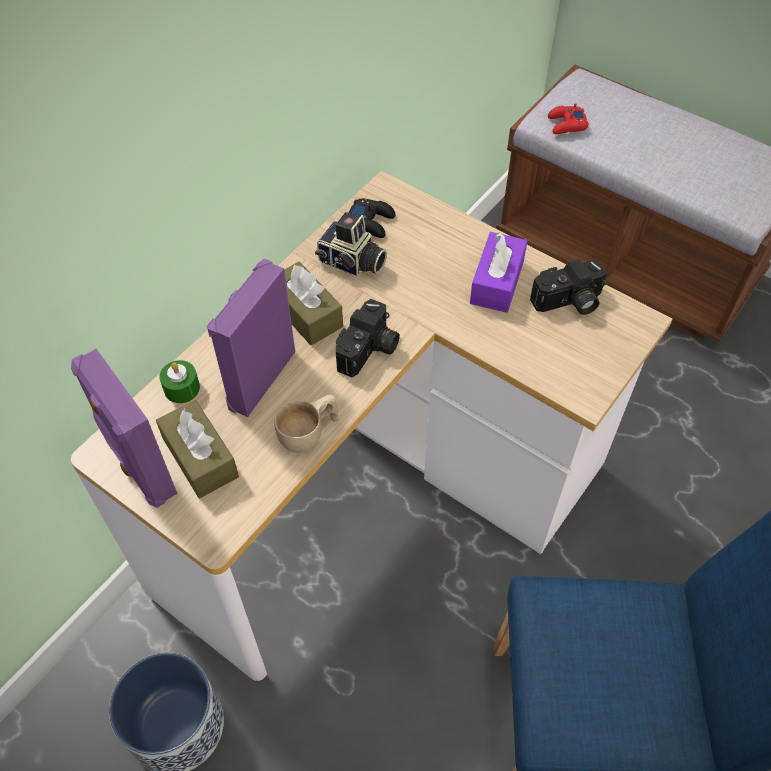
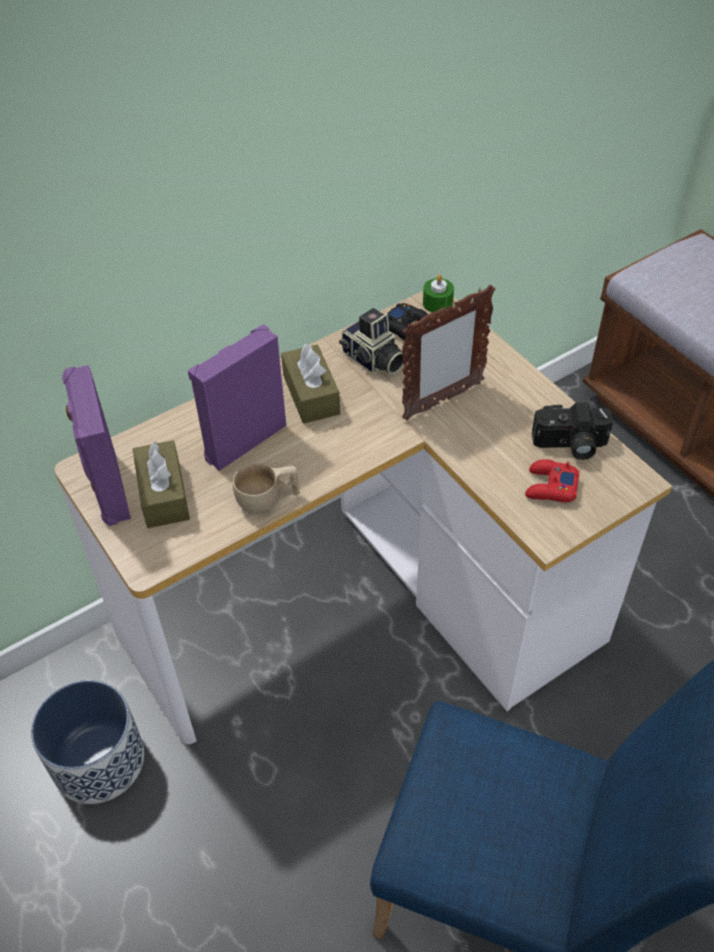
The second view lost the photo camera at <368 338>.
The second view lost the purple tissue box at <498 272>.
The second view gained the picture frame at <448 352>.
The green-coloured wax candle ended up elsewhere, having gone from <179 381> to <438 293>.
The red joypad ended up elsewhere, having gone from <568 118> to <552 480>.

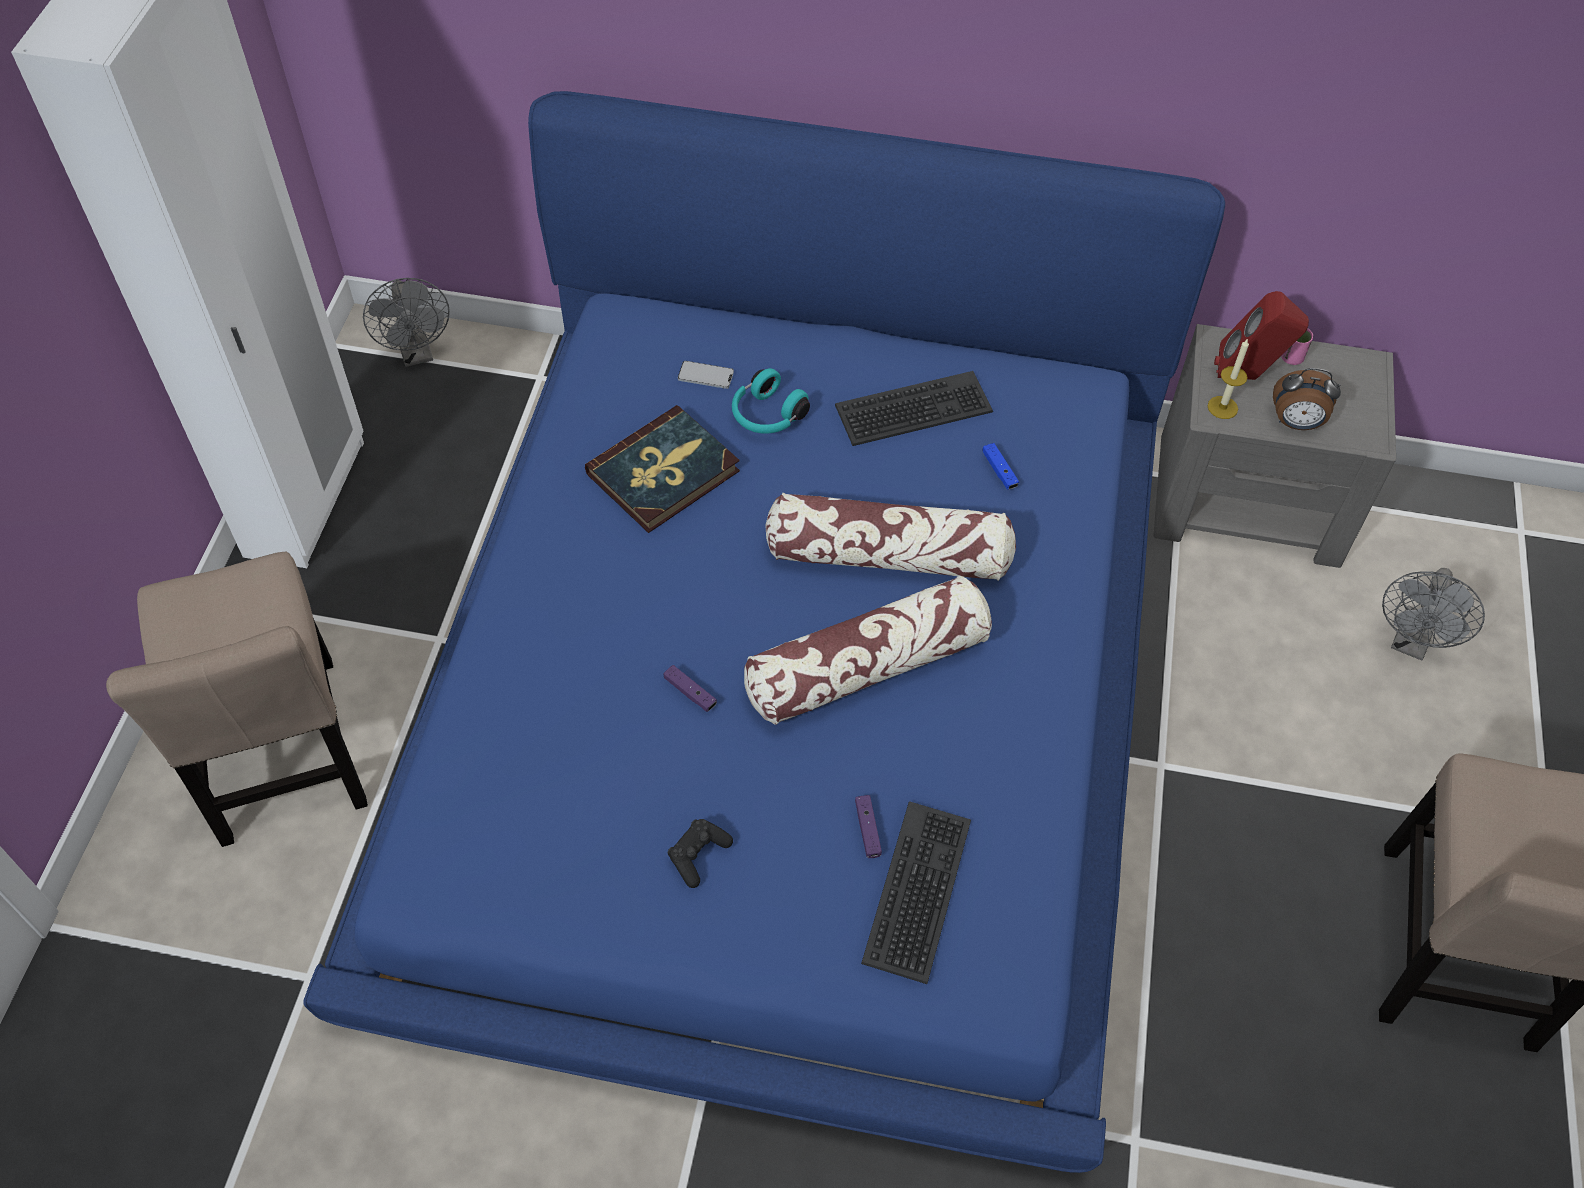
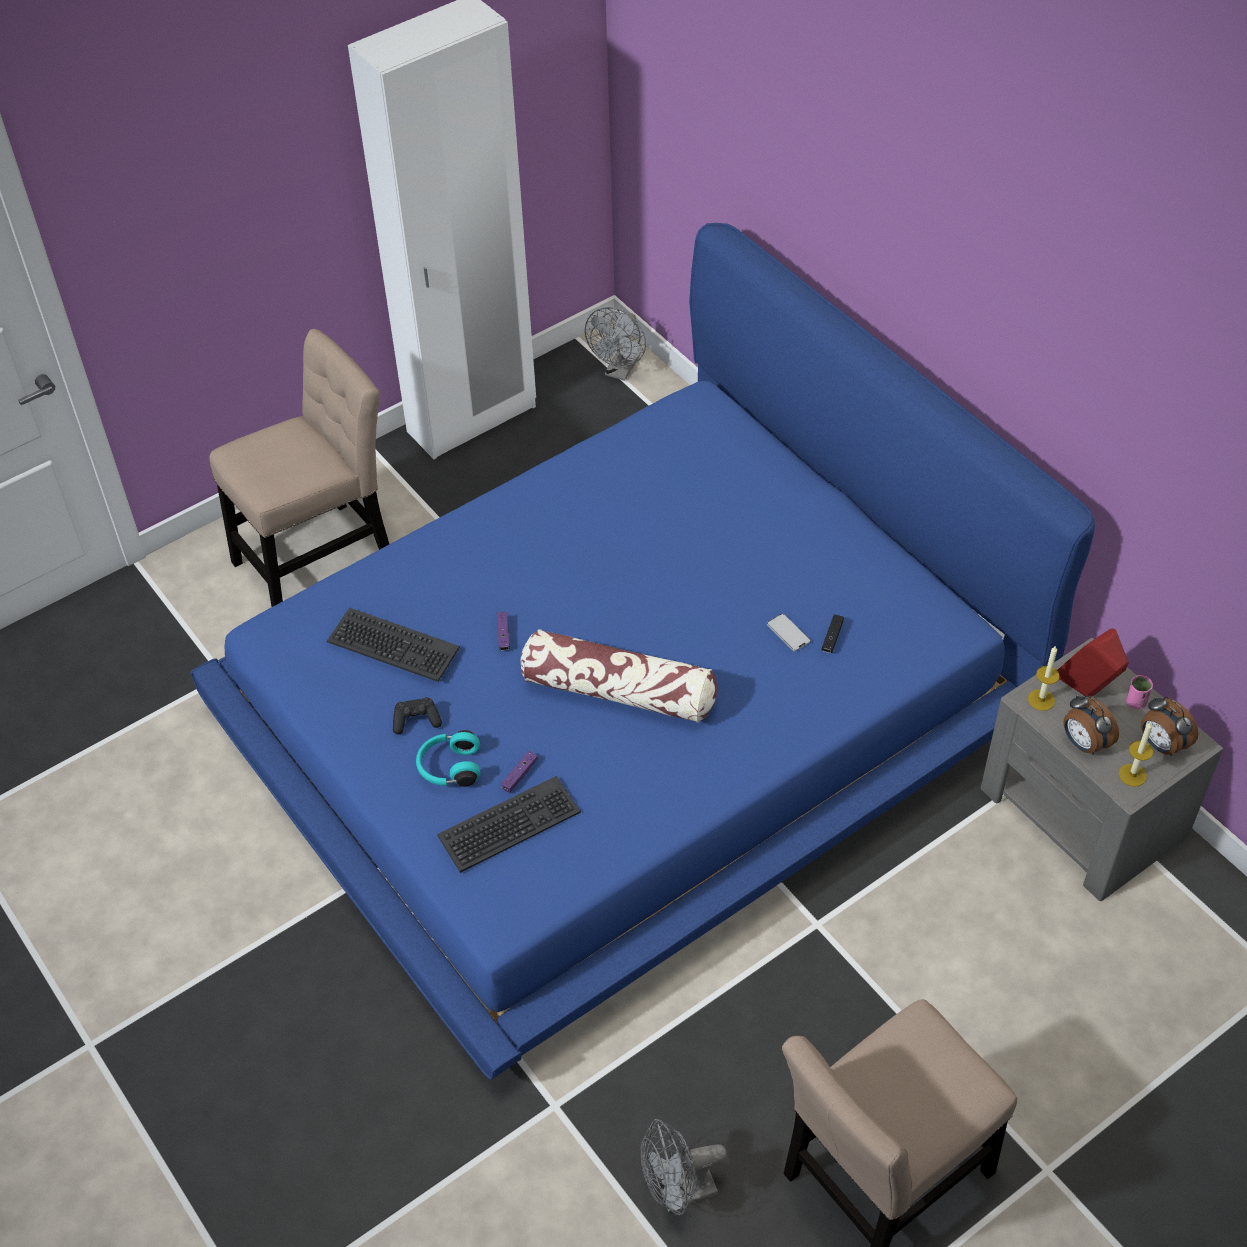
The second view lost the bound book at <662 469>.
The second view lost the pillow at <890 537>.
The second view gained the wax candle at <1136 754>.
The second view gained the bedside clock at <1169 726>.
The phone ended up elsewhere, having gone from <706 375> to <788 633>.
The turquoise-coloured pair of headphones ended up elsewhere, having gone from <771 401> to <448 758>.
The PC keyboard ended up elsewhere, having gone from <914 408> to <393 645>.
The gray fan ended up elsewhere, having gone from <1433 614> to <684 1167>.
What was the blue joypad at <1000 466> turned into the black-coloured joypad at <833 634>.
The beige plain chair at <237 699> ended up facing another way, 150 degrees counterclockwise from before.

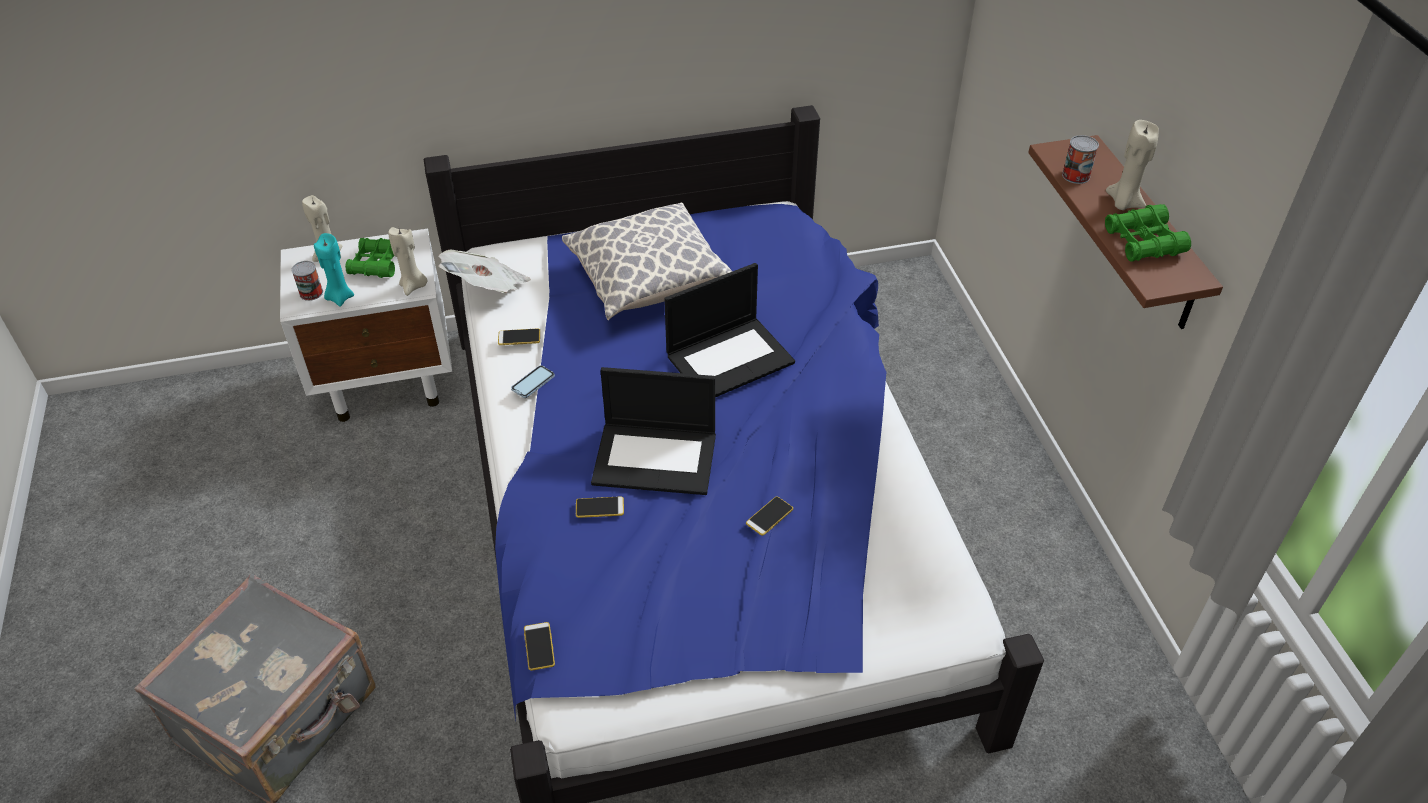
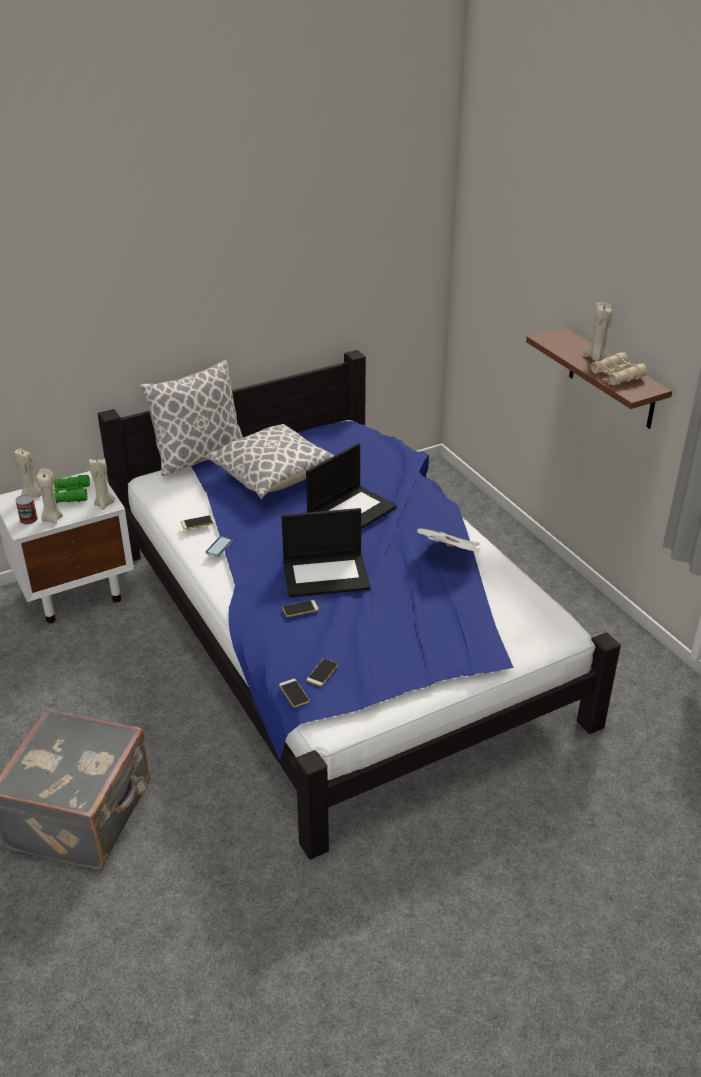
The second view lost the metal can at <1080 159>.
The second view gained the pillow at <191 418>.
The printed paper ended up elsewhere, having gone from <484 271> to <449 540>.
The phone ended up elsewhere, having gone from <769 516> to <322 672>.
What was the turquoise-coloured wax candle at <334 270> turned into the beige wax candle at <49 496>.
What was the green-coloured pair of binoculars at <1148 233> turned into the beige pair of binoculars at <619 368>.

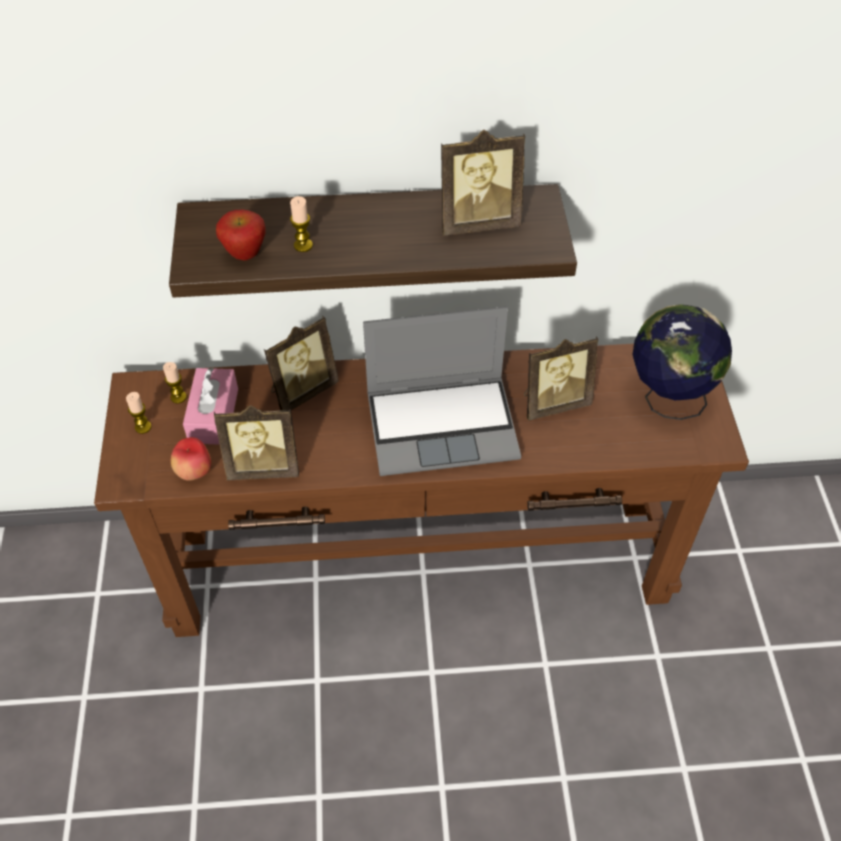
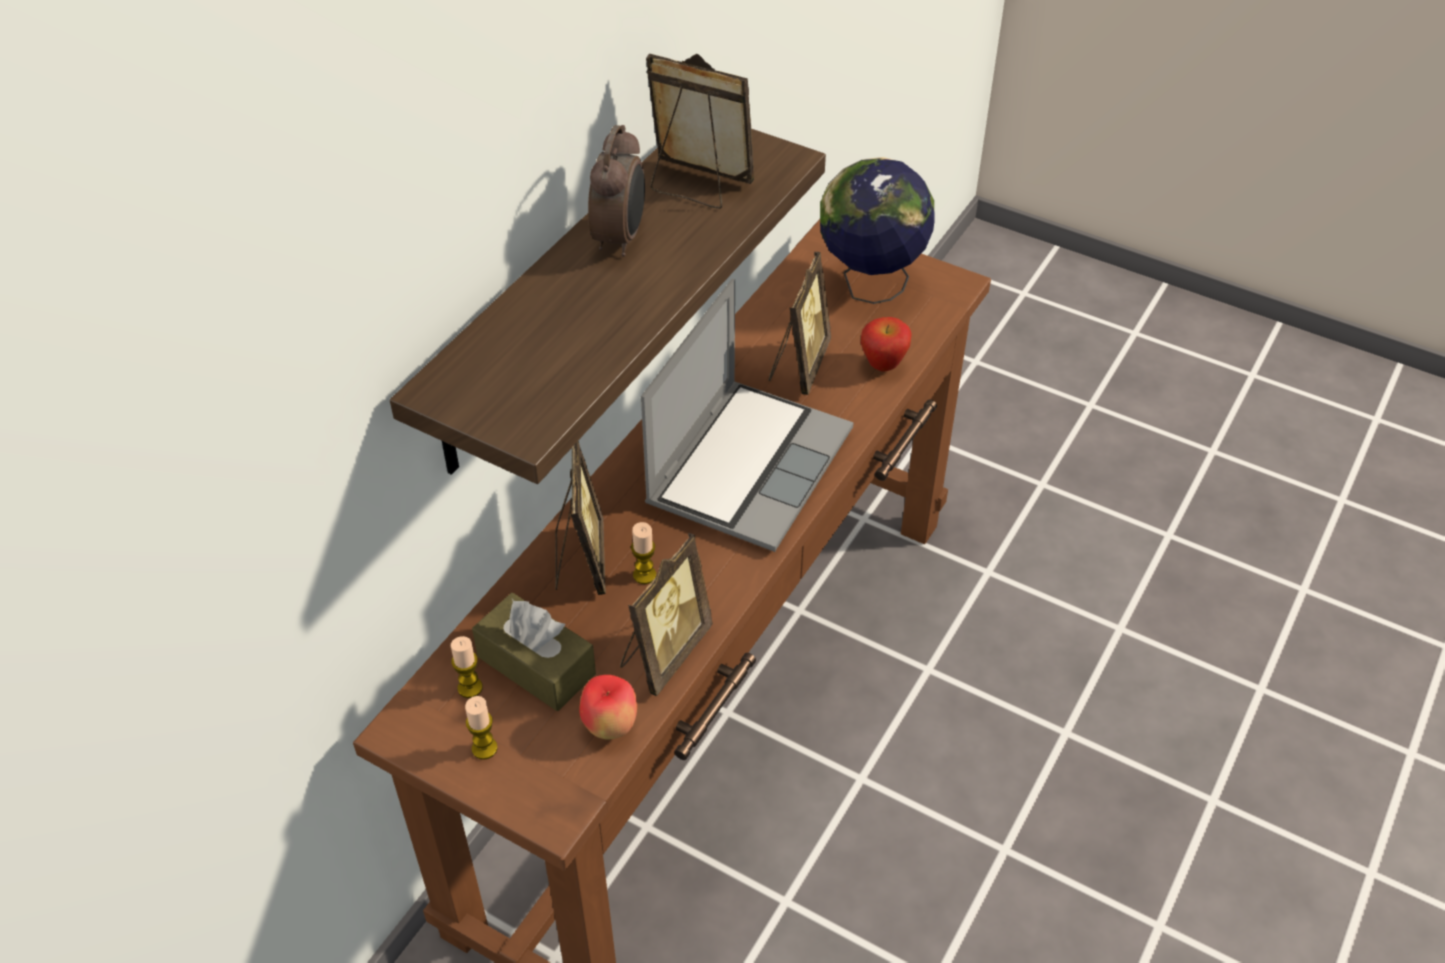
The second view gained the bedside clock at <616 191>.
The apple ended up elsewhere, having gone from <241 234> to <886 344>.
The wax candle ended up elsewhere, having gone from <301 224> to <643 553>.
What was the pink-coloured tissue box at <210 406> turned into the brown-coloured tissue box at <534 652>.
The picture frame at <483 183> ended up facing another way, 90 degrees counterclockwise from before.

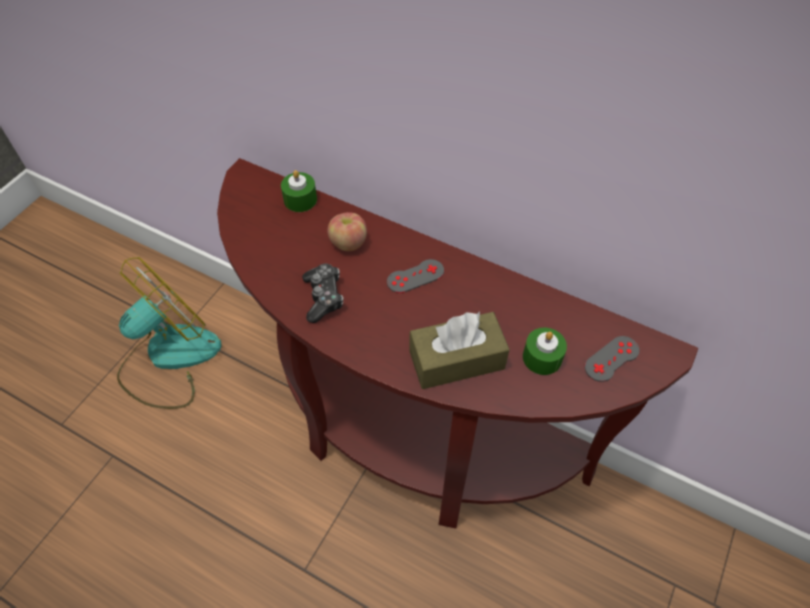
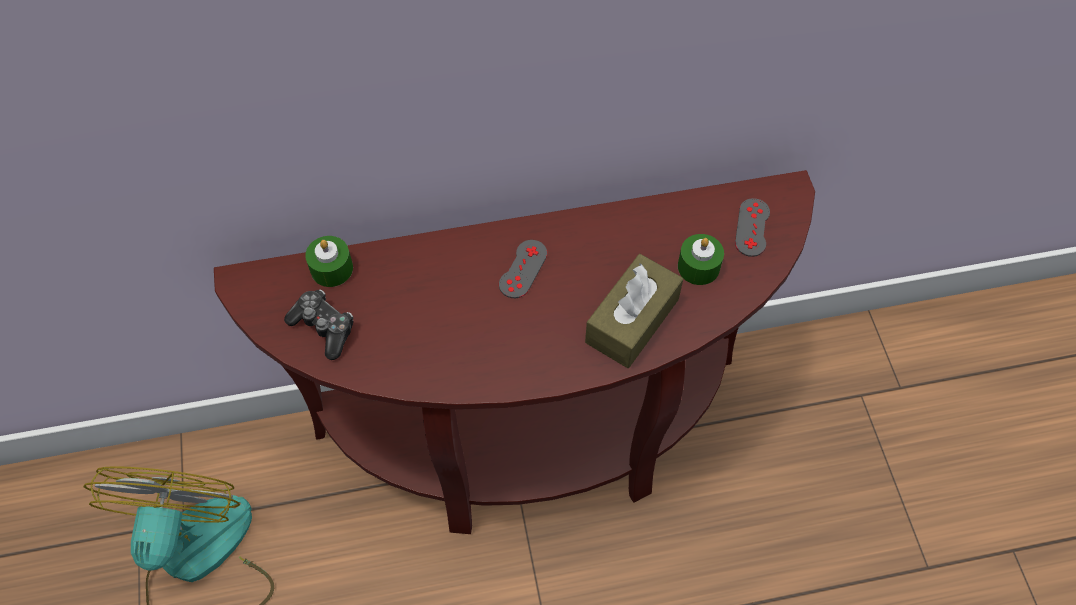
The second view lost the apple at <347 231>.
The joypad ended up elsewhere, having gone from <322 293> to <319 325>.

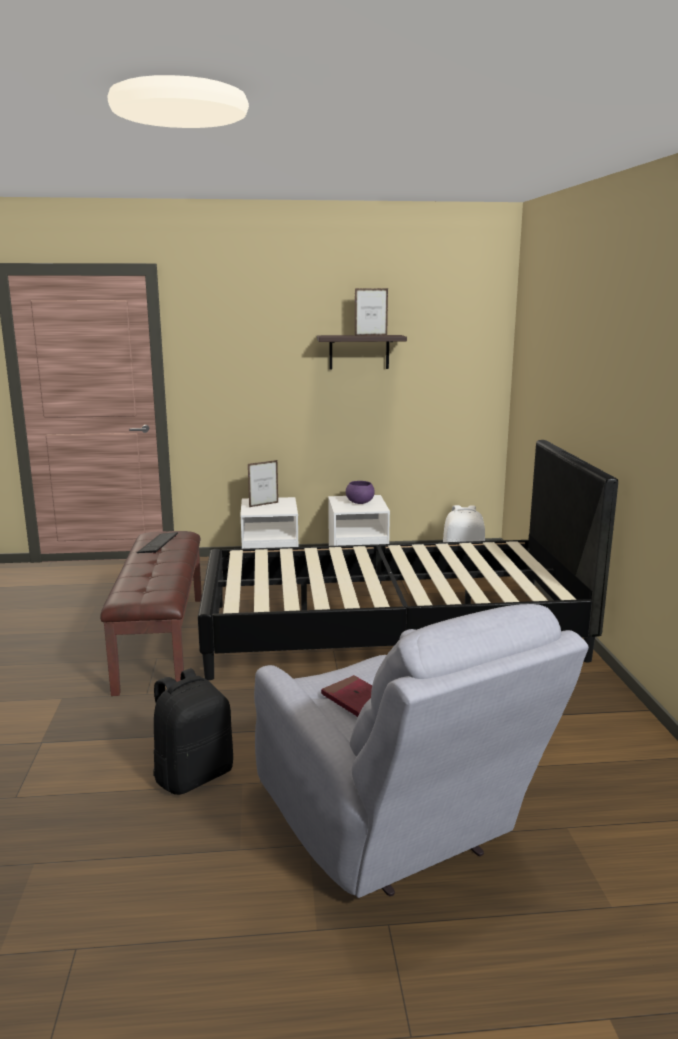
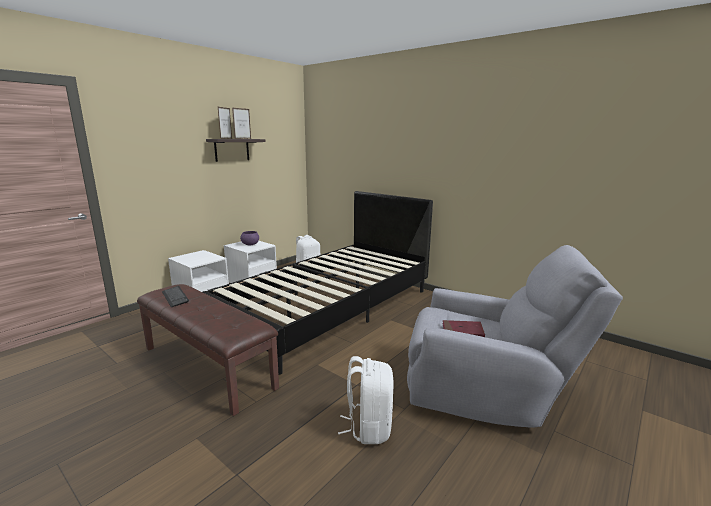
The picture frame ended up elsewhere, having gone from <263 483> to <225 123>.
What was the black-coloured backpack at <193 731> turned into the white-coloured backpack at <366 400>.

